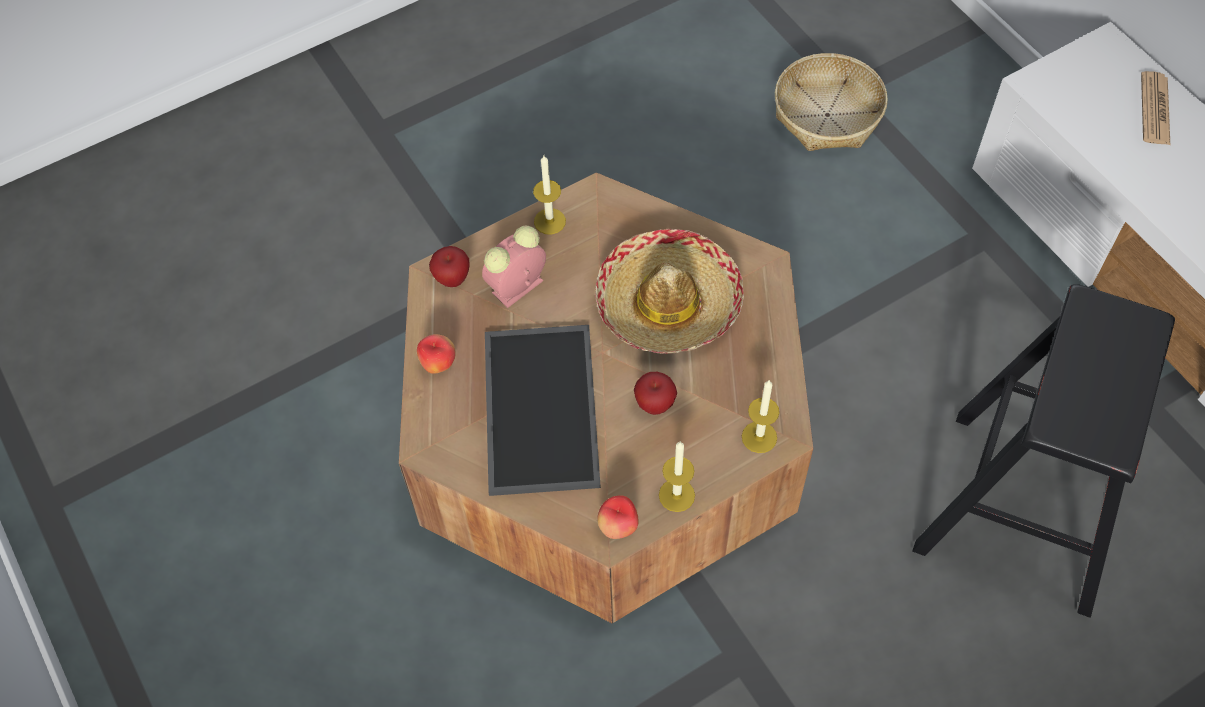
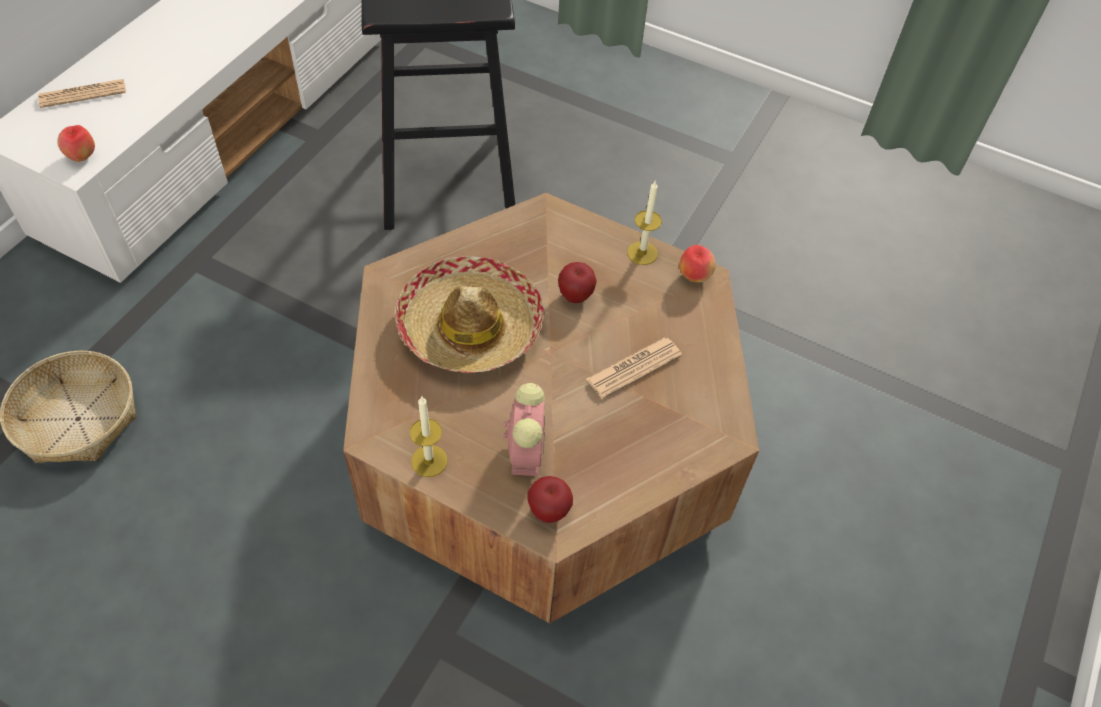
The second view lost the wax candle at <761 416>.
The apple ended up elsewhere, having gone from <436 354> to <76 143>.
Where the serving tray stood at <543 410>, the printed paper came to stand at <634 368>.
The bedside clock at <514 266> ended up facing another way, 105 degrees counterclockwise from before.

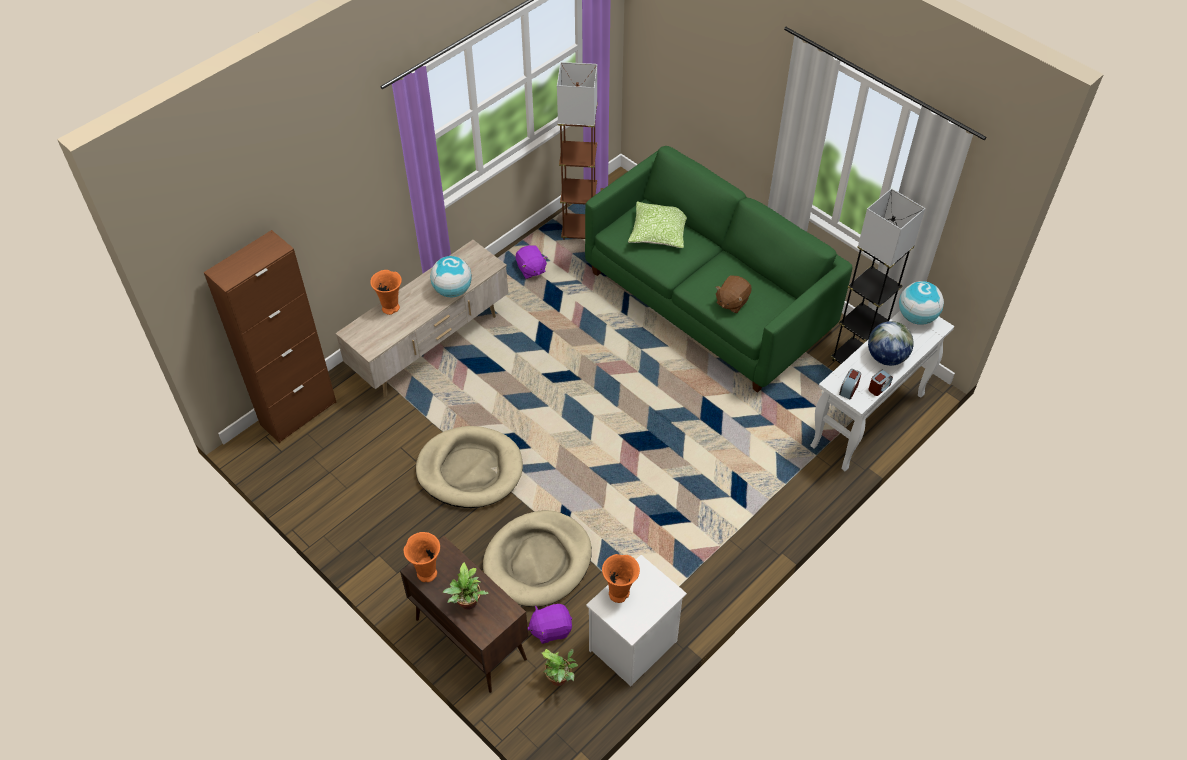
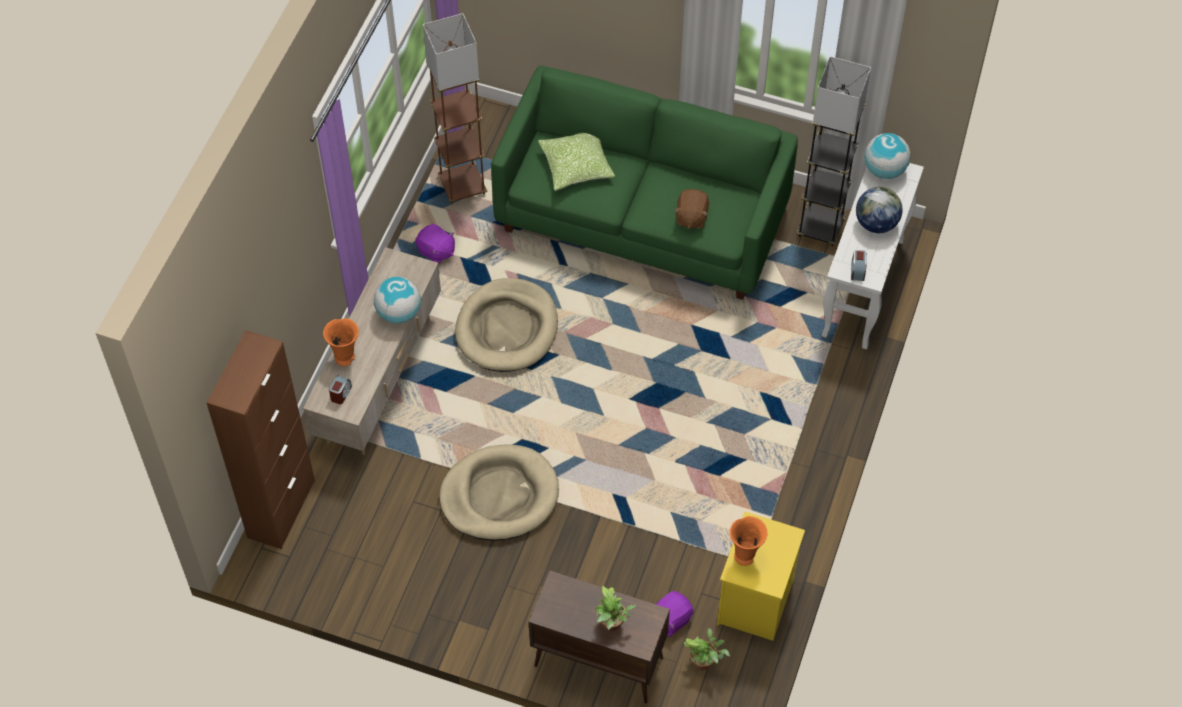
The second view lost the orangey decorative vase at <422 557>.
The beige dog bed ended up elsewhere, having gone from <537 558> to <506 325>.
The bedside clock ended up elsewhere, having gone from <880 383> to <340 390>.
What was the white-coloured night table at <636 620> turned into the yellowish night table at <761 576>.

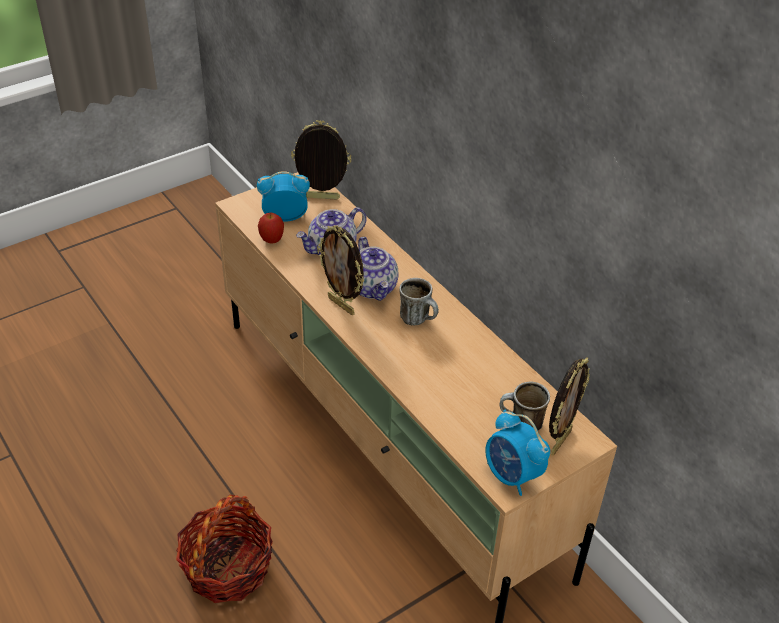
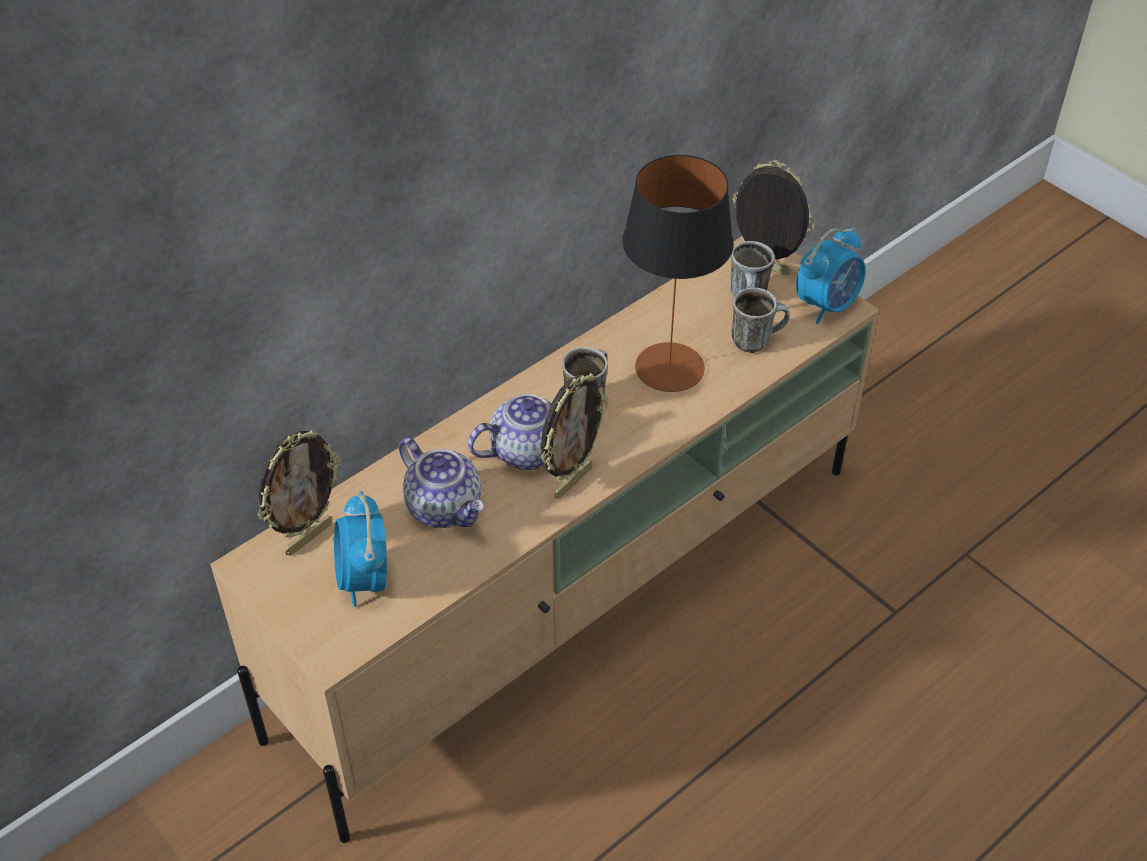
The second view lost the basket at <224 549>.
The second view lost the apple at <271 228>.
The second view gained the table lamp at <678 273>.
The second view gained the mug at <761 320>.
The picture frame at <321 160> ended up facing another way, 135 degrees counterclockwise from before.

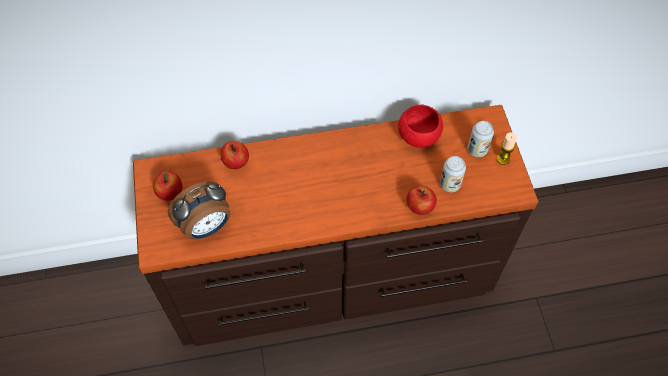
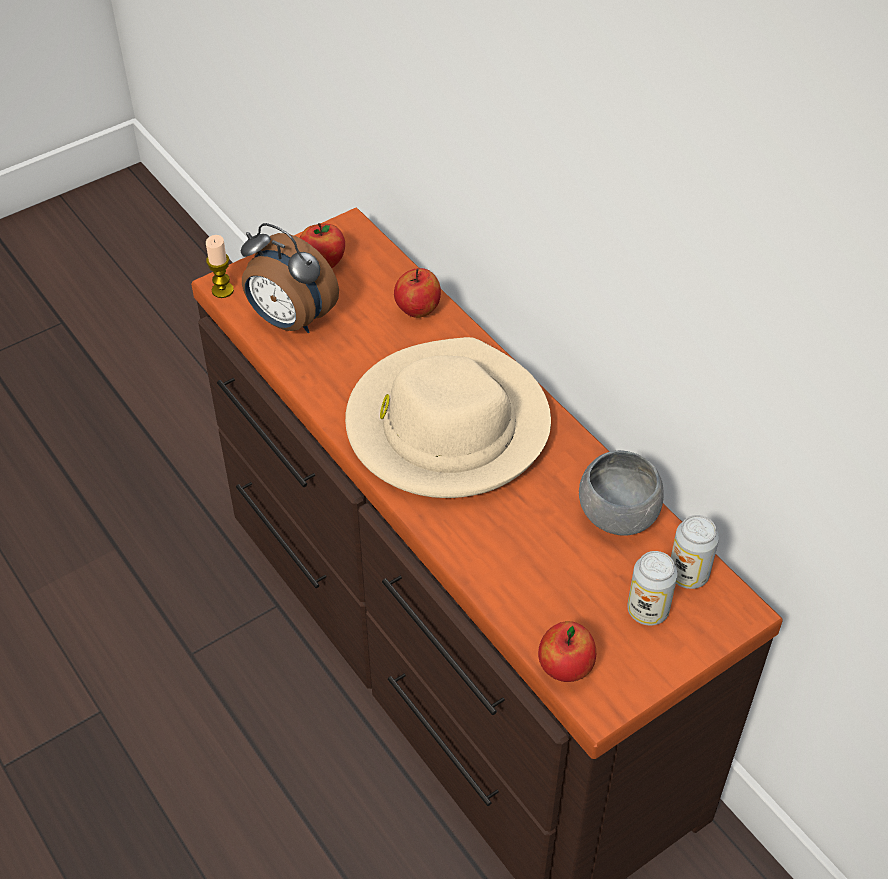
The second view gained the beige wearable hat at <448 417>.
The apple ended up elsewhere, having gone from <422 200> to <567 651>.
The metal can ended up elsewhere, having gone from <453 174> to <695 552>.
The wax candle ended up elsewhere, having gone from <507 148> to <220 266>.
What was the red bowl at <420 126> turned into the gray bowl at <621 493>.

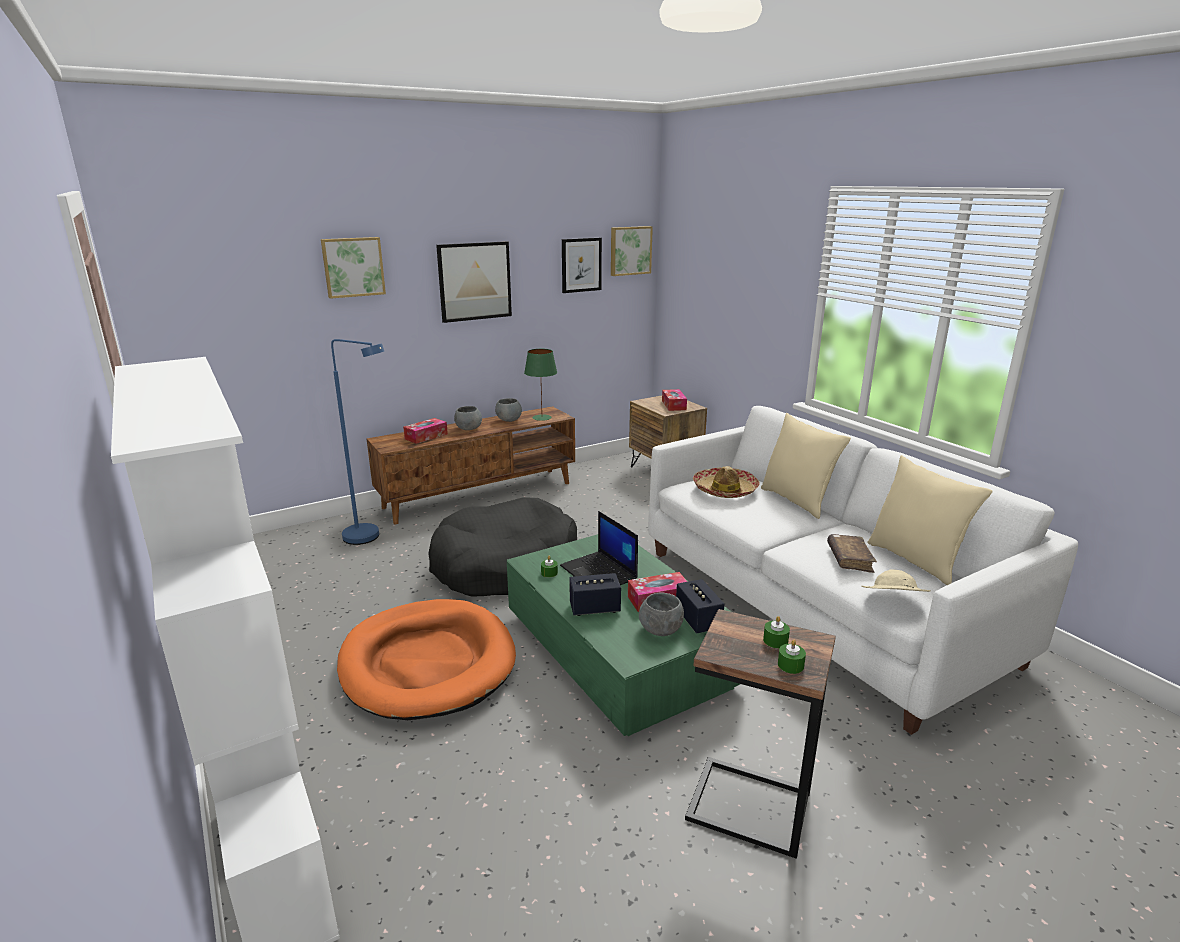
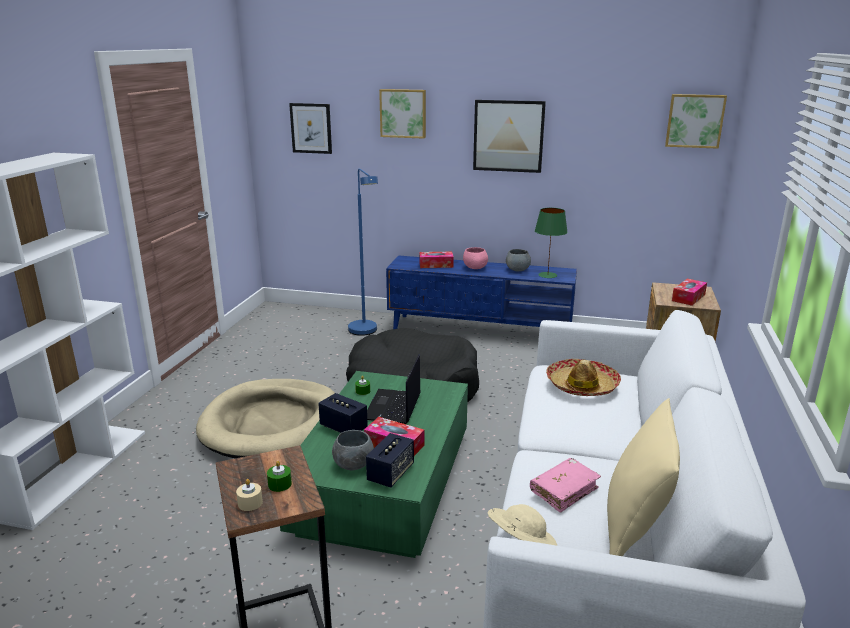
The second view lost the beige pillow at <806 466>.
The wall picture ended up elsewhere, having gone from <582 265> to <310 128>.
What was the orangey dog bed at <426 659> turned into the beige dog bed at <265 419>.
What was the brown-coloured media console at <471 465> turned into the blue media console at <481 292>.
What was the gray bowl at <468 418> turned into the pink-coloured bowl at <475 258>.
What was the green-coloured wax candle at <792 657> turned into the beige wax candle at <249 495>.
What was the brown-coloured bound book at <852 553> turned into the pink-coloured bound book at <565 485>.

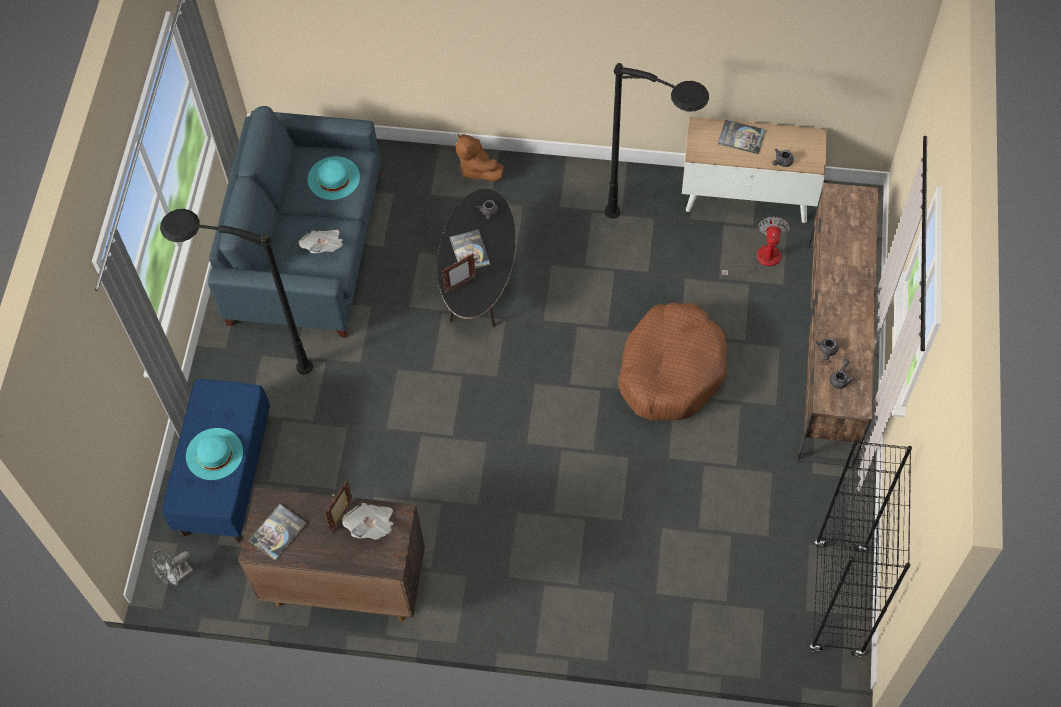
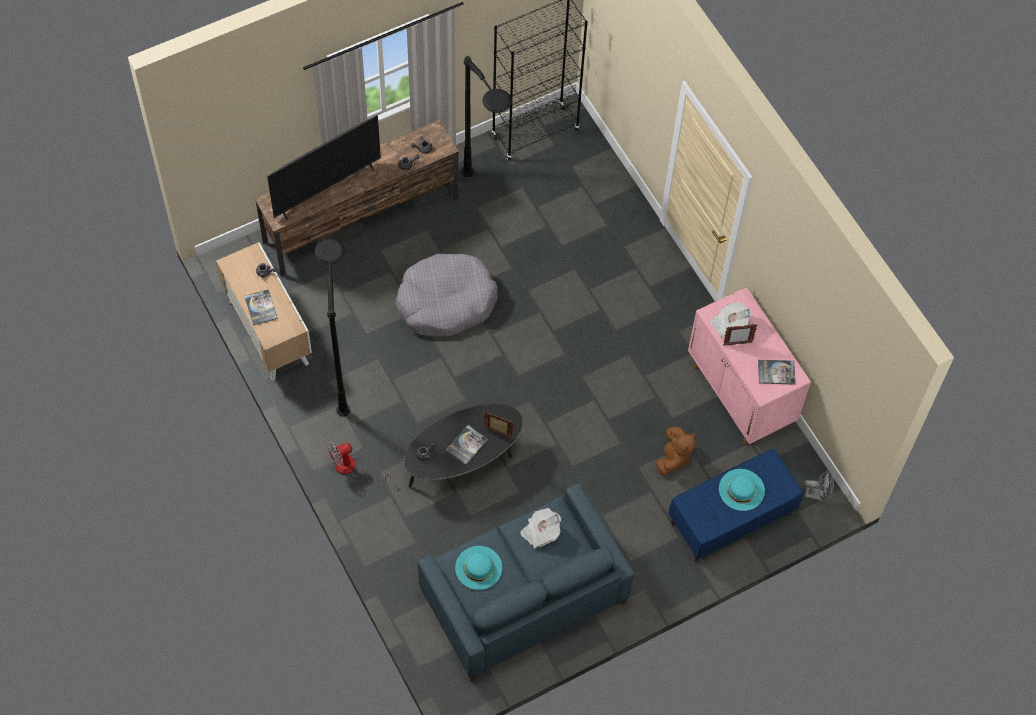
The second view gained the TV set at <324 167>.
The black-coloured floor lamp ended up elsewhere, having gone from <236 292> to <486 116>.
The brown-coloured plush toy ended up elsewhere, having gone from <480 157> to <675 450>.
The fan ended up elsewhere, having gone from <755 247> to <359 463>.
What was the brown-coloured cabinet at <331 554> turned into the pink-coloured cabinet at <749 365>.
What was the brown-coloured dog bed at <672 361> turned into the gray dog bed at <447 295>.

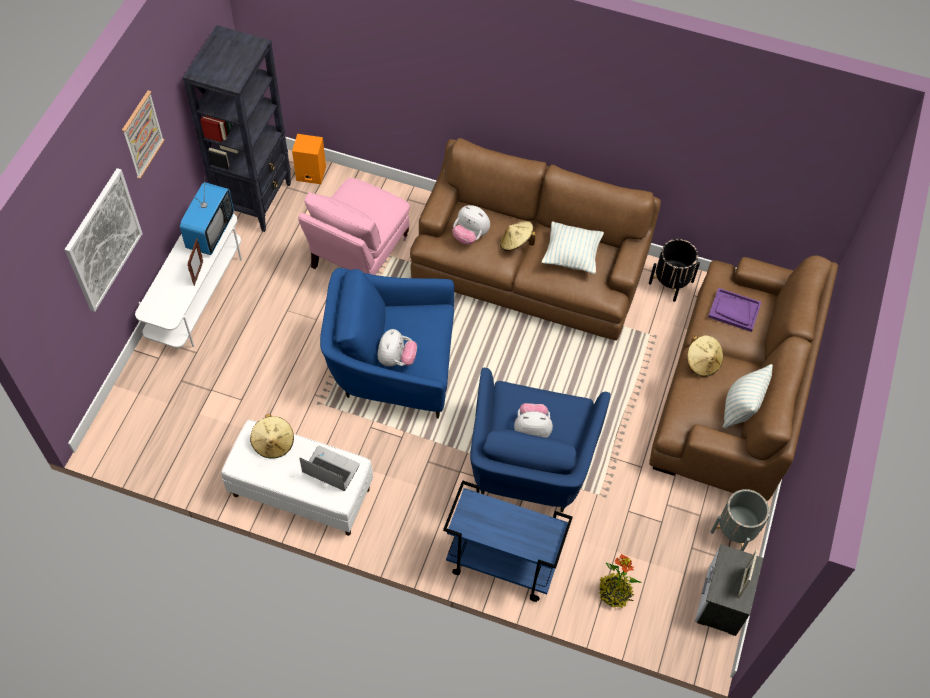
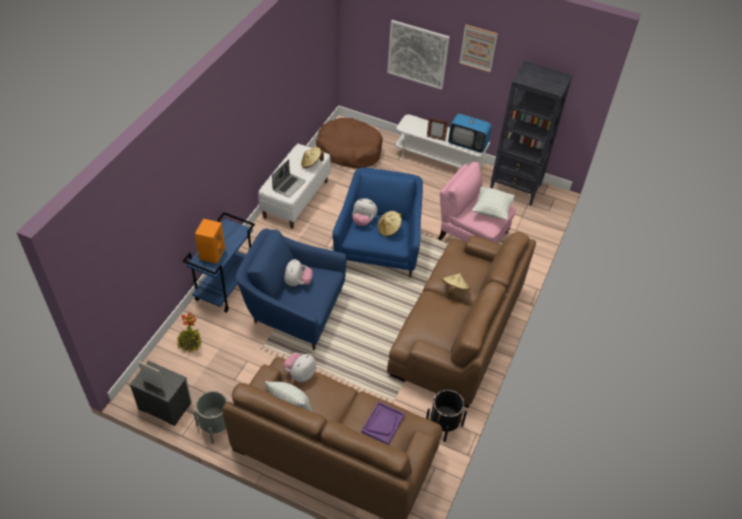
The second view gained the brown-coloured dog bed at <349 143>.
The orangey audio speaker ended up elsewhere, having gone from <309 159> to <210 241>.
The plush toy ended up elsewhere, having gone from <471 225> to <299 367>.
The pillow ended up elsewhere, having gone from <572 247> to <493 203>.
The beige wearable hat ended up elsewhere, having gone from <705 356> to <389 224>.

